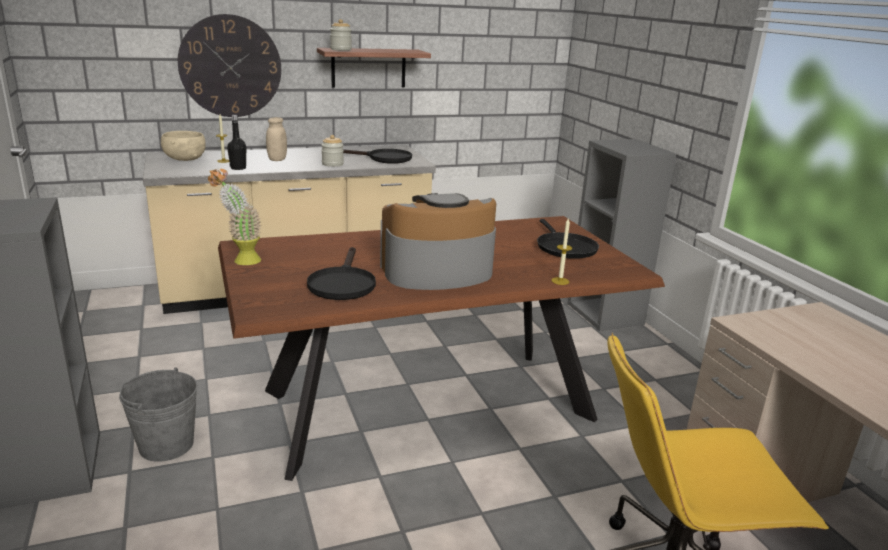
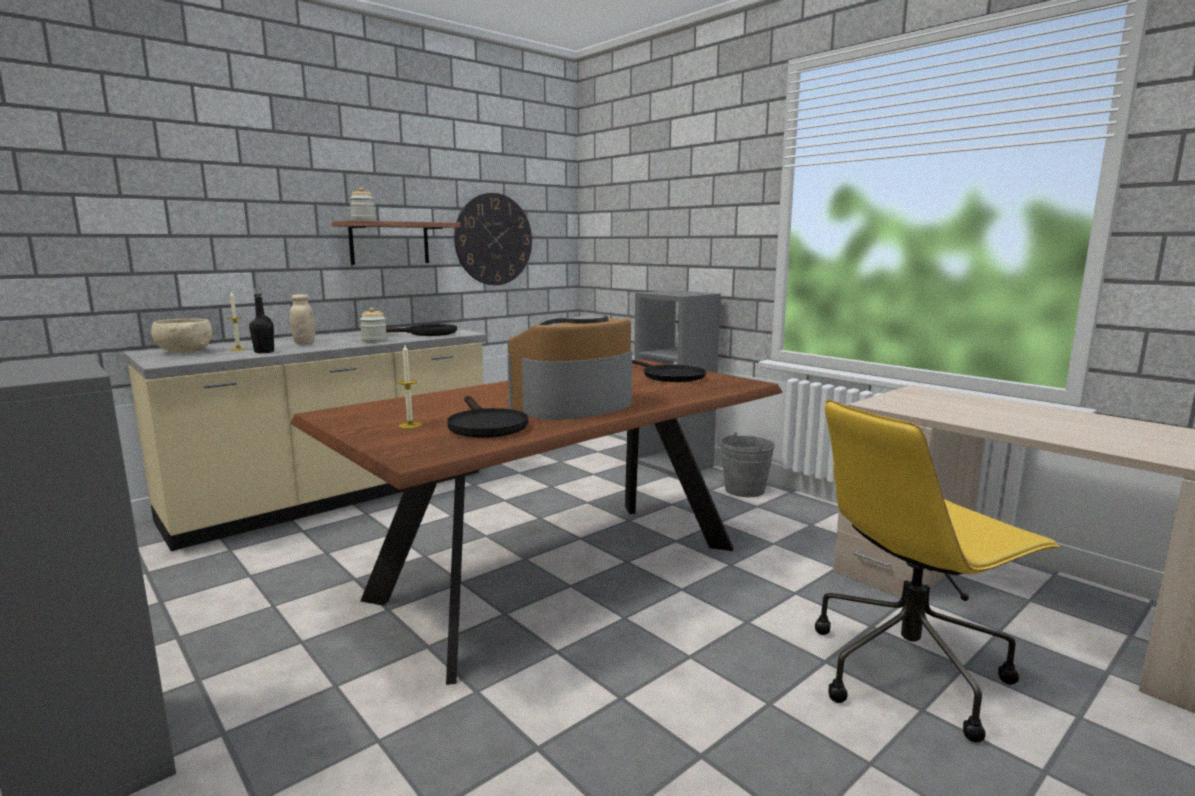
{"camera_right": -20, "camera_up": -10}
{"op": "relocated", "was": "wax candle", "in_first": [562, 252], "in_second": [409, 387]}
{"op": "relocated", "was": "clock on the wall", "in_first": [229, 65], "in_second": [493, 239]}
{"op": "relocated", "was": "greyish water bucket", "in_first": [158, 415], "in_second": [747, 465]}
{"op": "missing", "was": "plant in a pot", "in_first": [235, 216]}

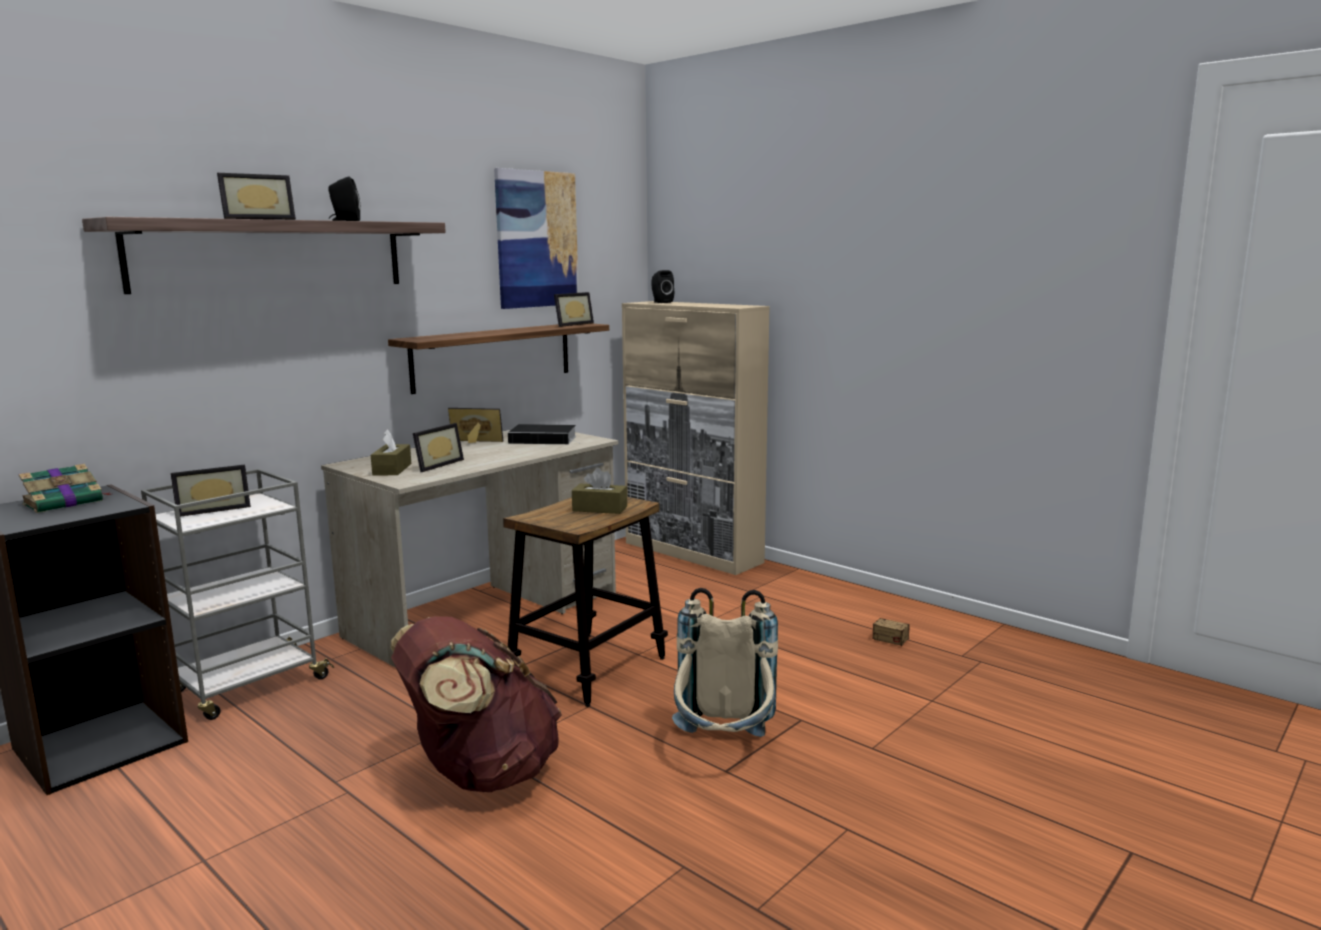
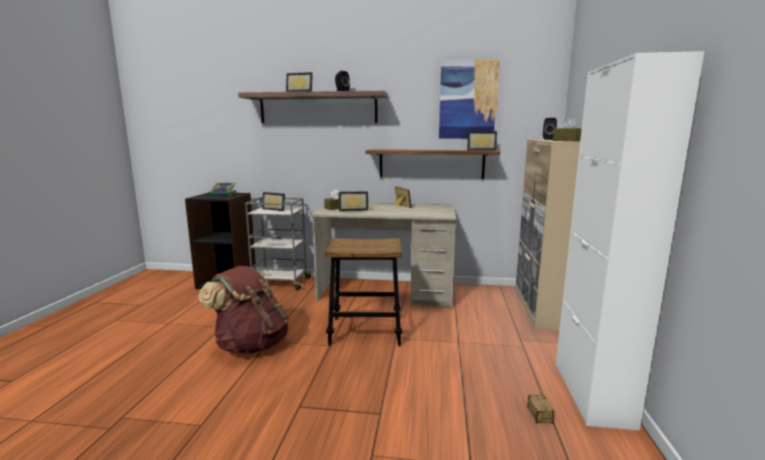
{"camera_right": 55, "camera_up": 0}
{"op": "relocated", "was": "brown-coloured box of tissues", "in_first": [599, 491], "in_second": [567, 128]}
{"op": "appeared", "now": "whitish cabinet", "in_second": [630, 241]}
{"op": "missing", "was": "book", "in_first": [544, 434]}
{"op": "missing", "was": "beige-coloured knapsack", "in_first": [725, 662]}

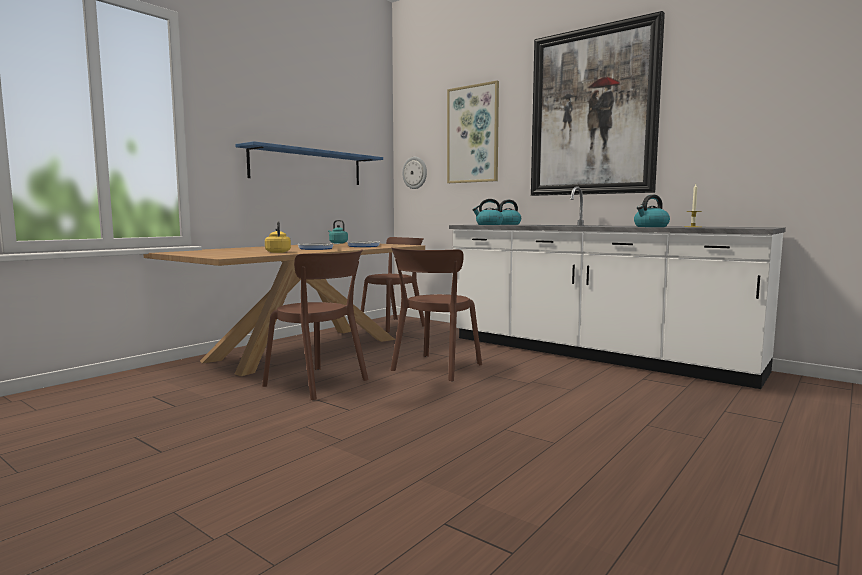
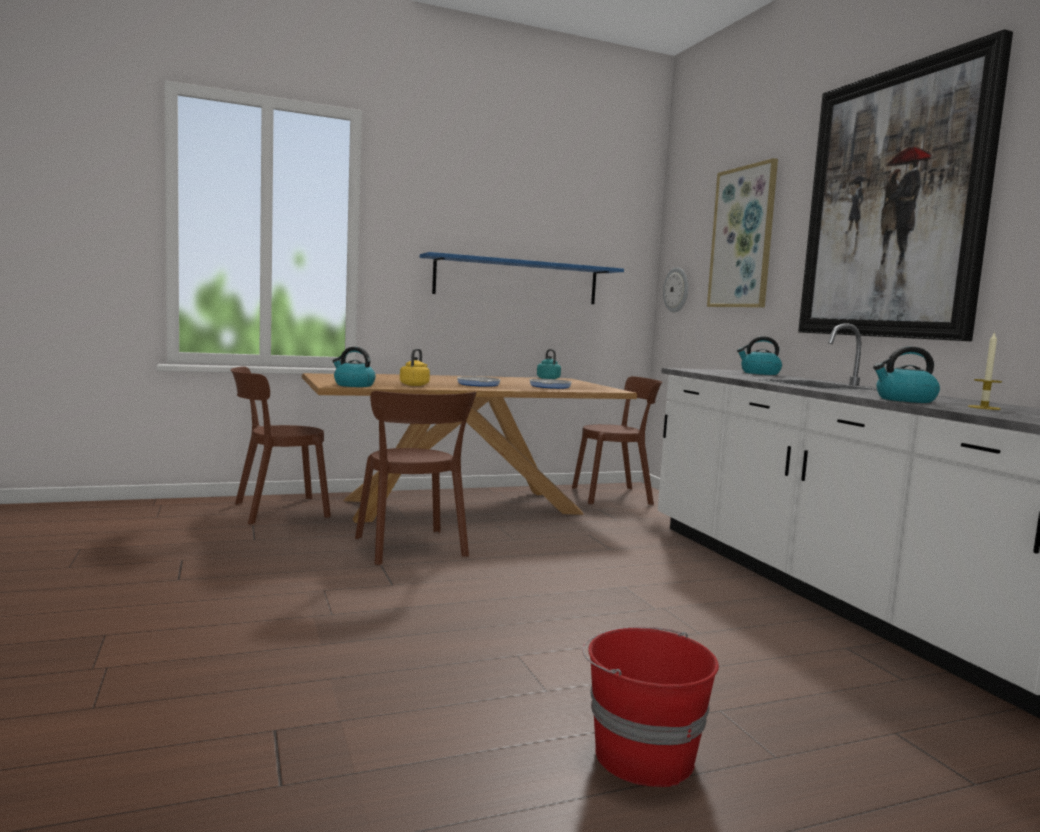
{"camera_right": 30, "camera_up": 0}
{"op": "relocated", "was": "brown-coloured upright chair", "in_first": [436, 314], "in_second": [281, 445]}
{"op": "relocated", "was": "kettle", "in_first": [487, 212], "in_second": [354, 367]}
{"op": "appeared", "now": "red-coloured water bucket", "in_second": [650, 707]}

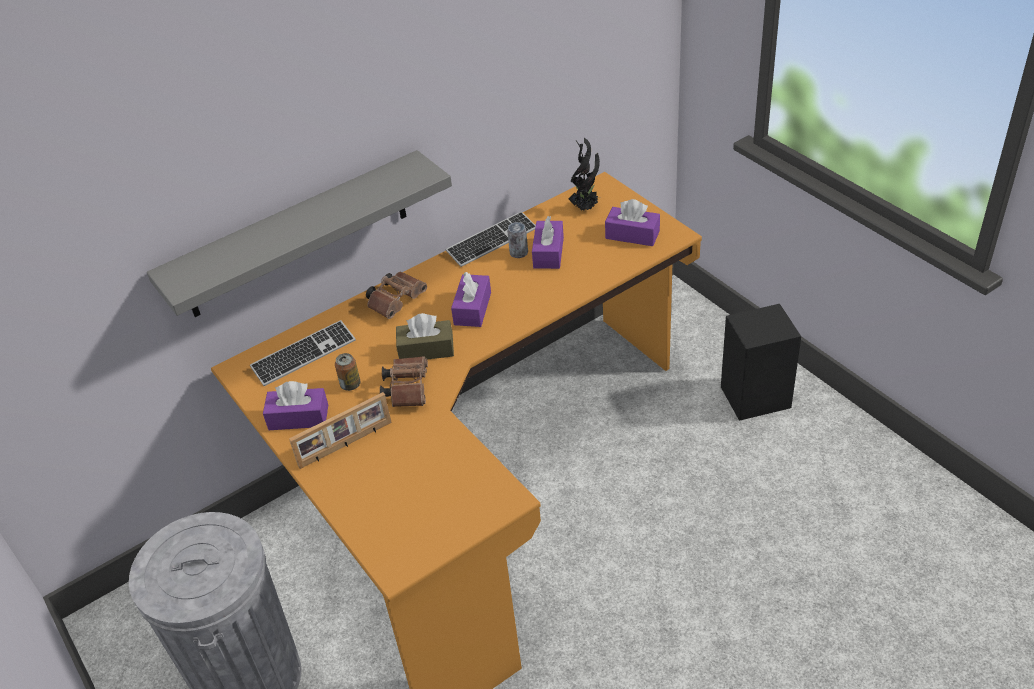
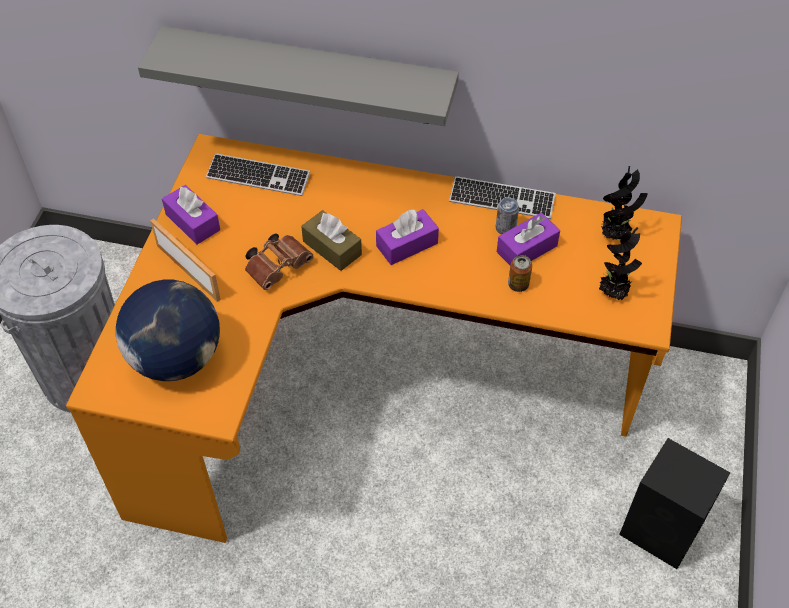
{"camera_right": 45, "camera_up": 10}
{"op": "appeared", "now": "globe", "in_second": [168, 330]}
{"op": "spun", "was": "picture frame", "in_first": [340, 430], "in_second": [185, 260], "clockwise": -150}
{"op": "relocated", "was": "metal can", "in_first": [347, 372], "in_second": [520, 273]}
{"op": "exchanged", "was": "purple box of tissues", "now": "plant in a pot", "in_first": [632, 222], "in_second": [620, 263]}
{"op": "missing", "was": "brown-coloured pair of binoculars", "in_first": [396, 295]}

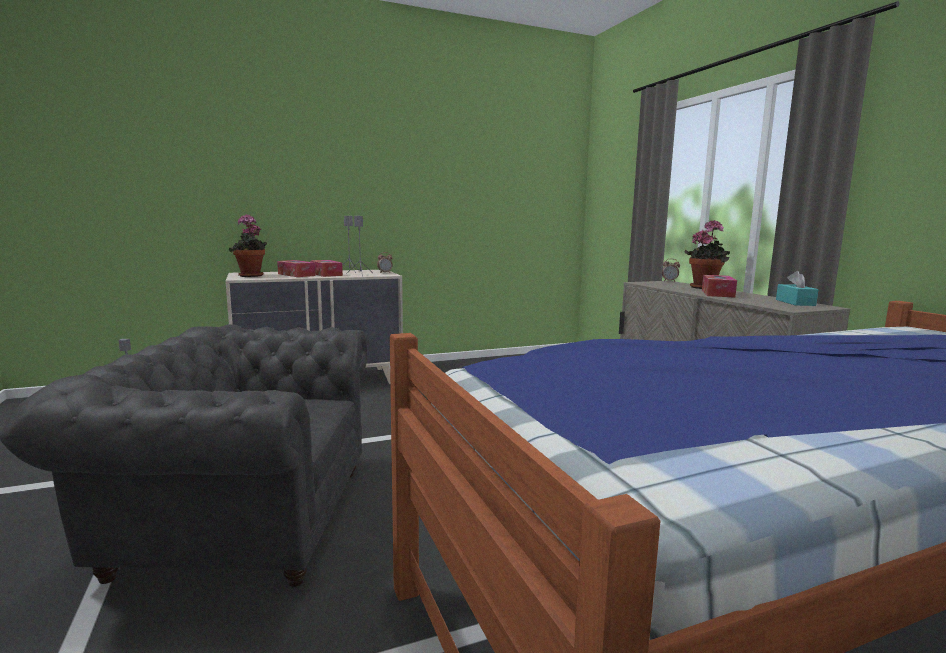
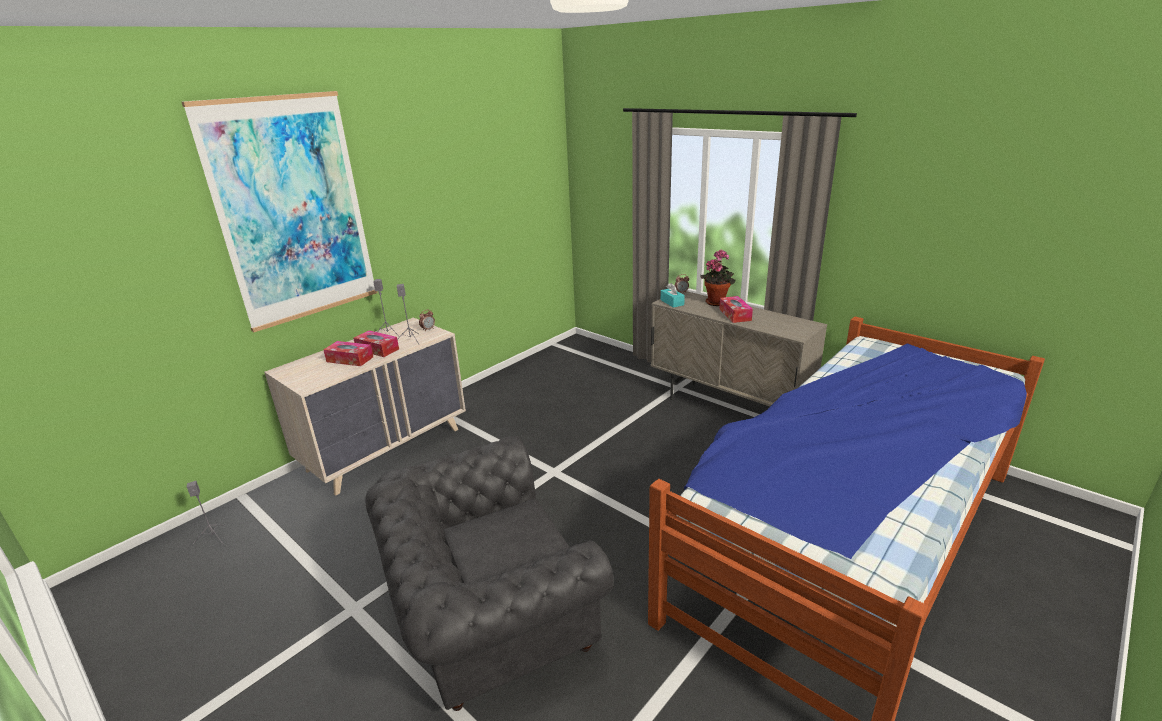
{"camera_right": -25, "camera_up": 15}
{"op": "appeared", "now": "picture", "in_second": [279, 211]}
{"op": "relocated", "was": "blue-green box of tissues", "in_first": [797, 288], "in_second": [673, 295]}
{"op": "missing", "was": "plant in a pot", "in_first": [248, 245]}

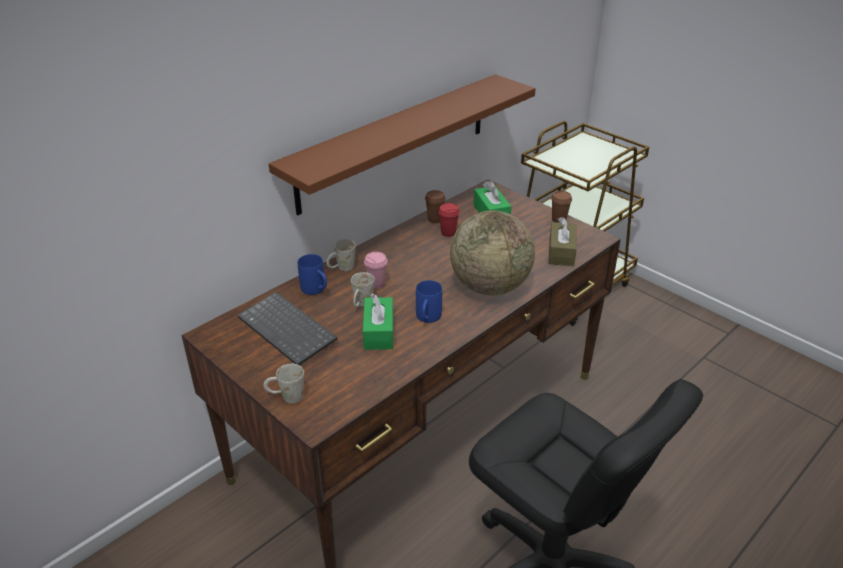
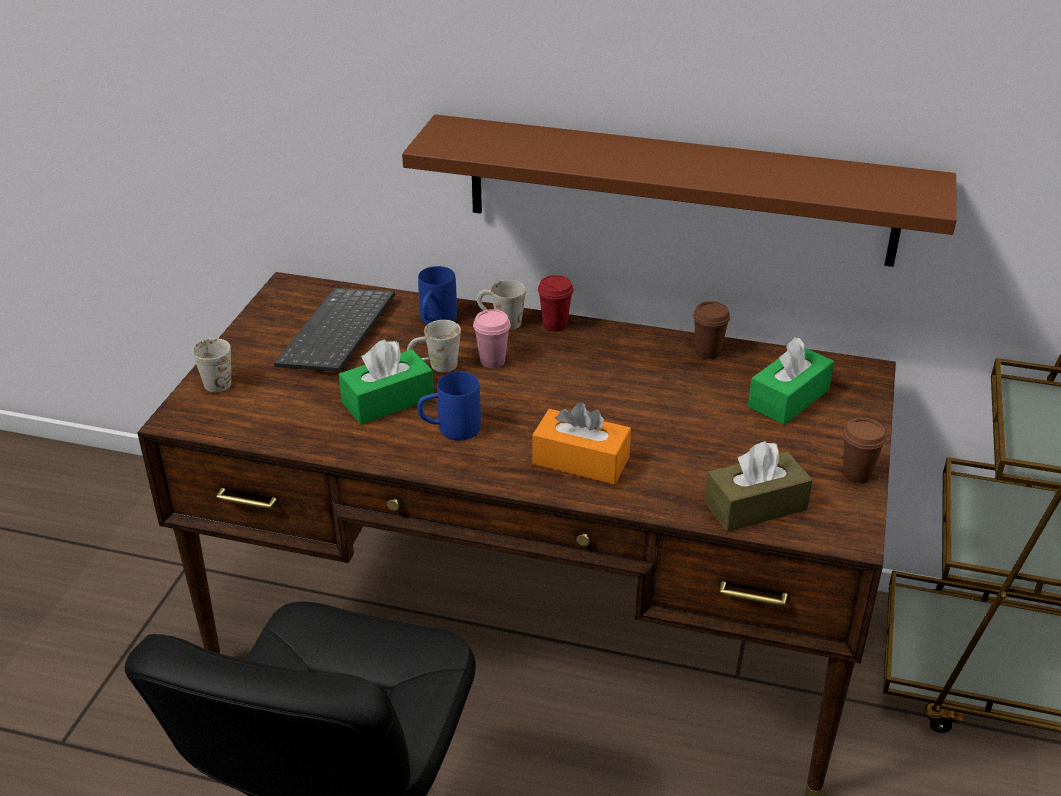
{"camera_right": 60, "camera_up": 0}
{"op": "exchanged", "was": "globe", "now": "orange-coloured box of tissues", "in_first": [492, 253], "in_second": [581, 443]}
{"op": "relocated", "was": "red-coloured small cup", "in_first": [449, 220], "in_second": [555, 303]}

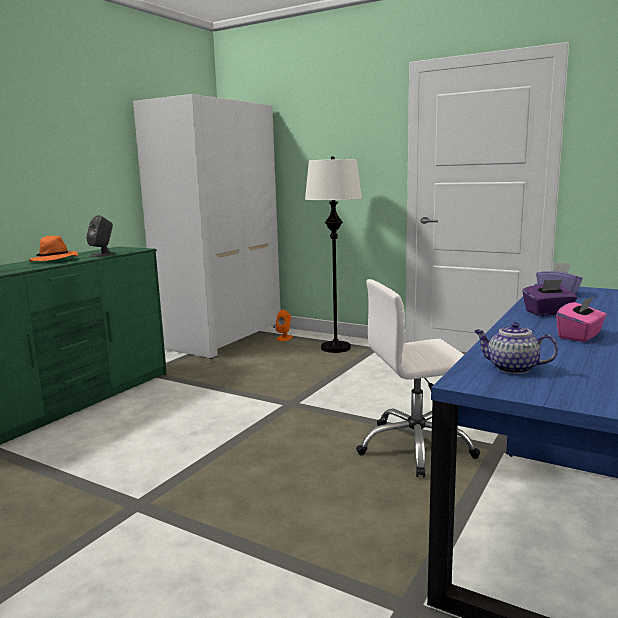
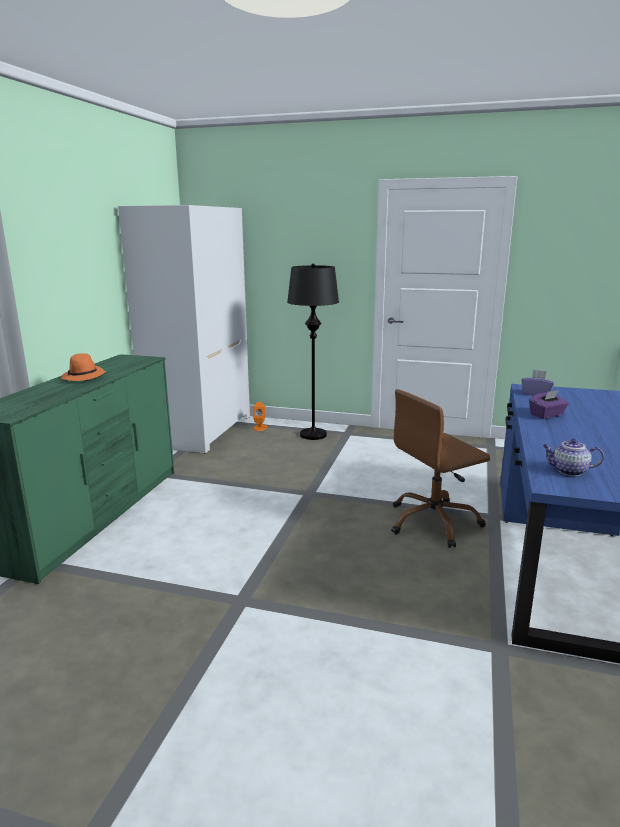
{"camera_right": -15, "camera_up": 5}
{"op": "colour", "was": "whitish standard lamp", "now": "blackish standard lamp", "in_first": [333, 254], "in_second": [313, 352]}
{"op": "colour", "was": "whitish computer chair", "now": "brown-coloured computer chair", "in_first": [418, 378], "in_second": [440, 468]}
{"op": "missing", "was": "greyish loudspeaker", "in_first": [101, 236]}
{"op": "missing", "was": "pinkish box of tissues", "in_first": [581, 319]}

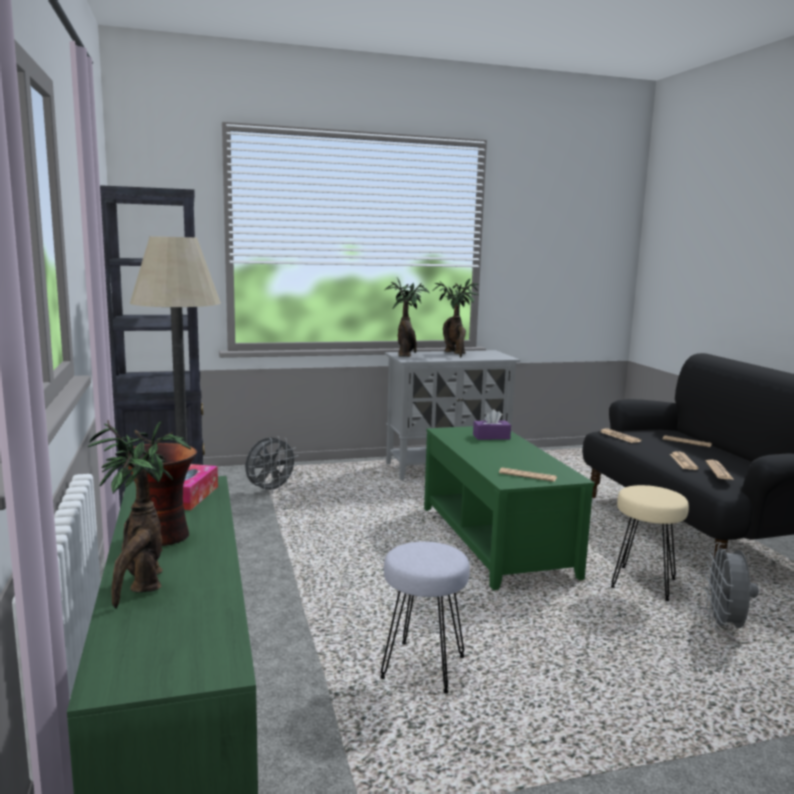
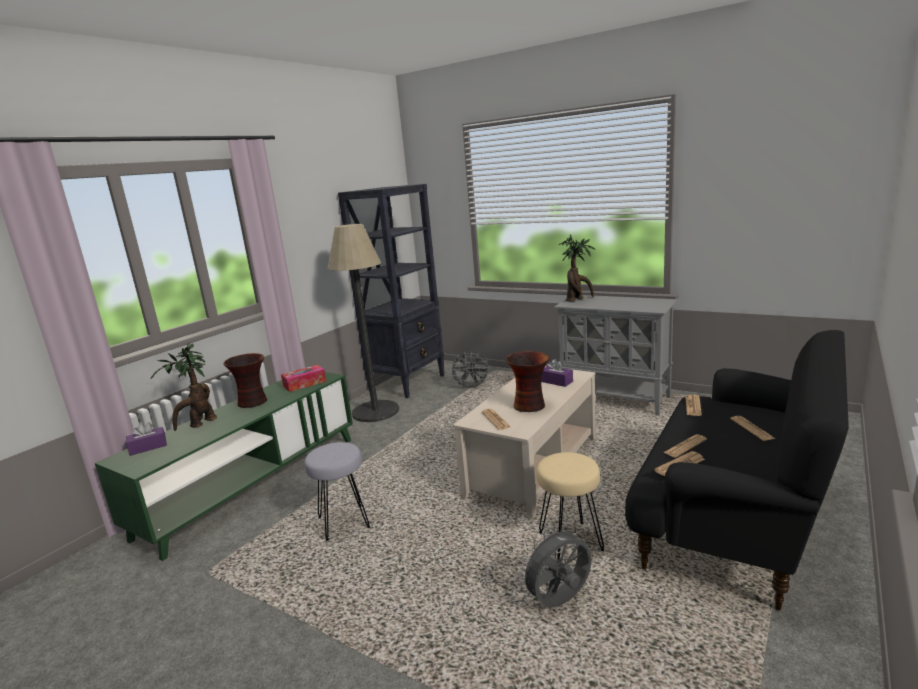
{"camera_right": 50, "camera_up": 5}
{"op": "appeared", "now": "purple box of tissues", "in_second": [146, 439]}
{"op": "colour", "was": "green-coloured coffee table", "now": "beige-coloured coffee table", "in_first": [509, 508], "in_second": [524, 442]}
{"op": "appeared", "now": "decorative vase", "in_second": [527, 381]}
{"op": "missing", "was": "plant in a pot", "in_first": [456, 317]}

